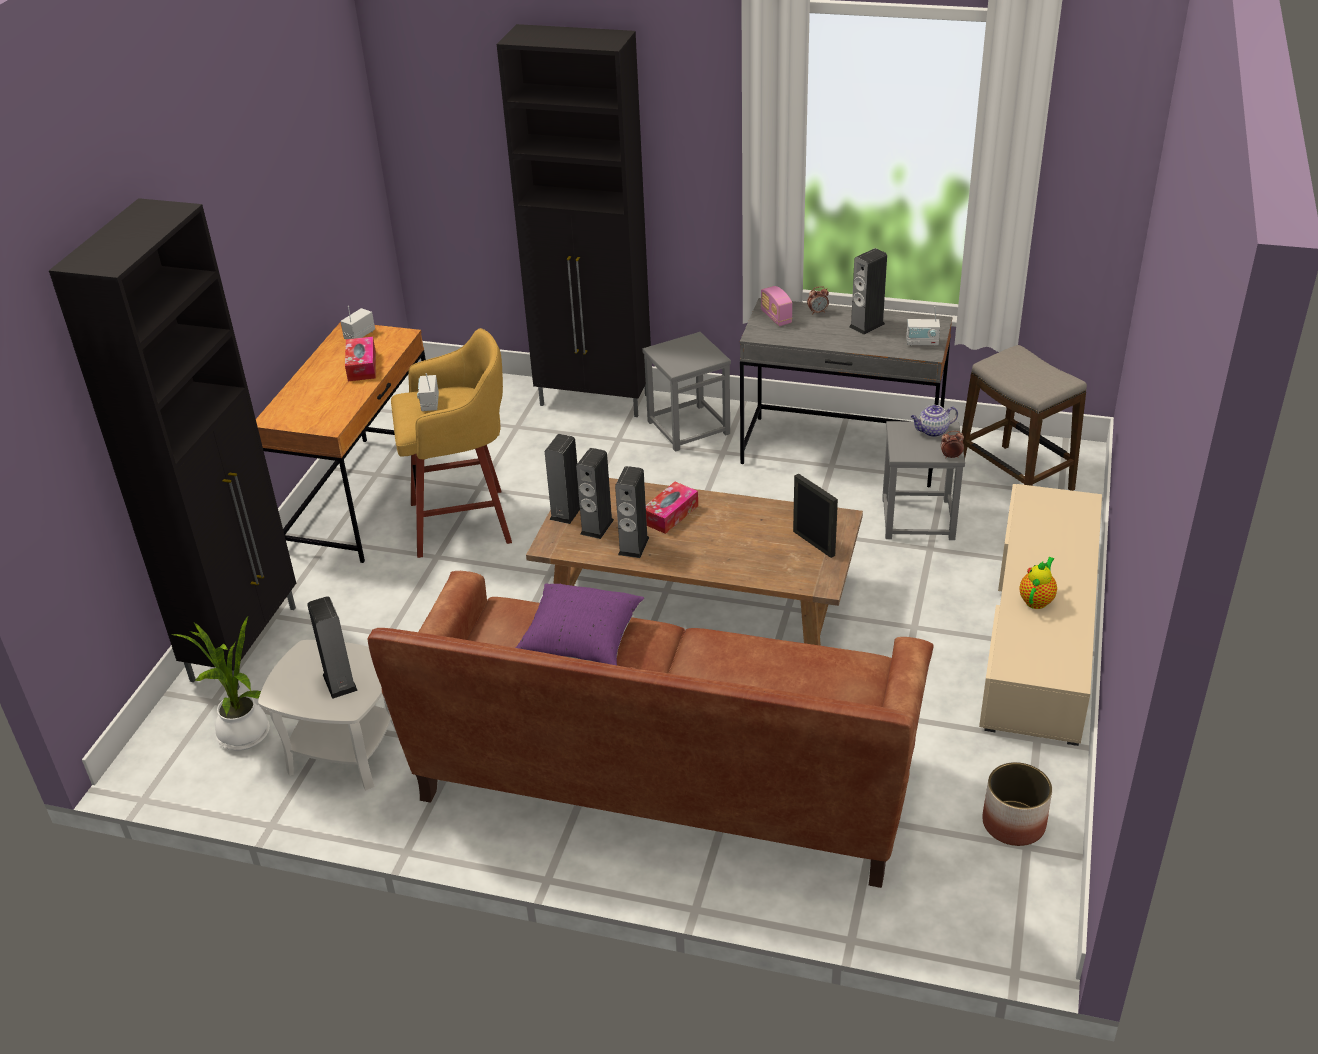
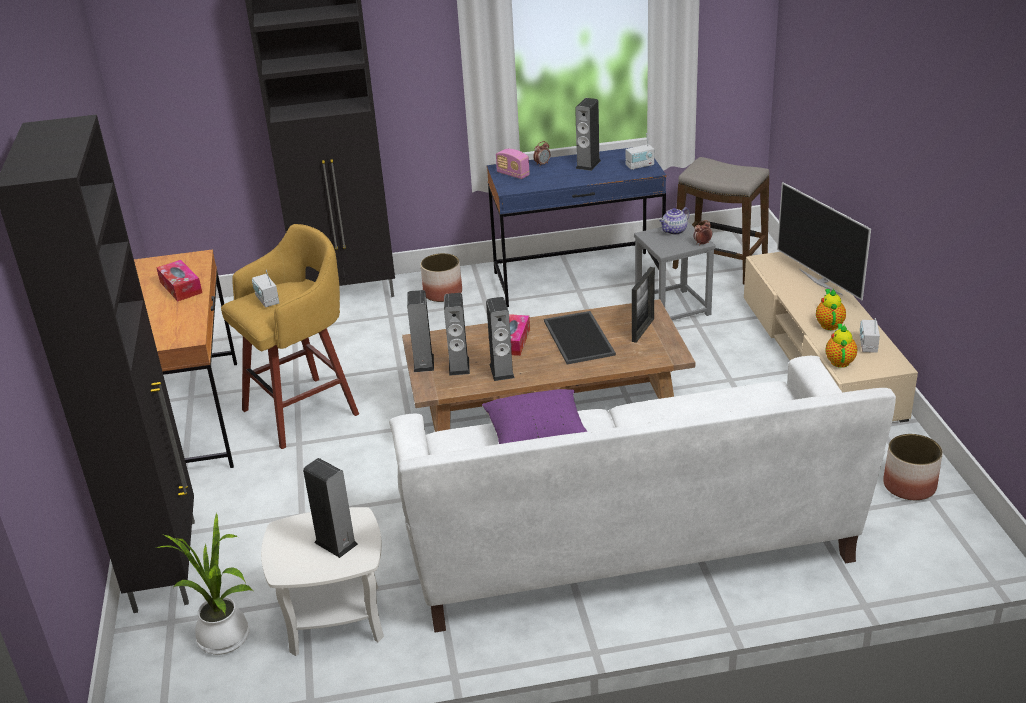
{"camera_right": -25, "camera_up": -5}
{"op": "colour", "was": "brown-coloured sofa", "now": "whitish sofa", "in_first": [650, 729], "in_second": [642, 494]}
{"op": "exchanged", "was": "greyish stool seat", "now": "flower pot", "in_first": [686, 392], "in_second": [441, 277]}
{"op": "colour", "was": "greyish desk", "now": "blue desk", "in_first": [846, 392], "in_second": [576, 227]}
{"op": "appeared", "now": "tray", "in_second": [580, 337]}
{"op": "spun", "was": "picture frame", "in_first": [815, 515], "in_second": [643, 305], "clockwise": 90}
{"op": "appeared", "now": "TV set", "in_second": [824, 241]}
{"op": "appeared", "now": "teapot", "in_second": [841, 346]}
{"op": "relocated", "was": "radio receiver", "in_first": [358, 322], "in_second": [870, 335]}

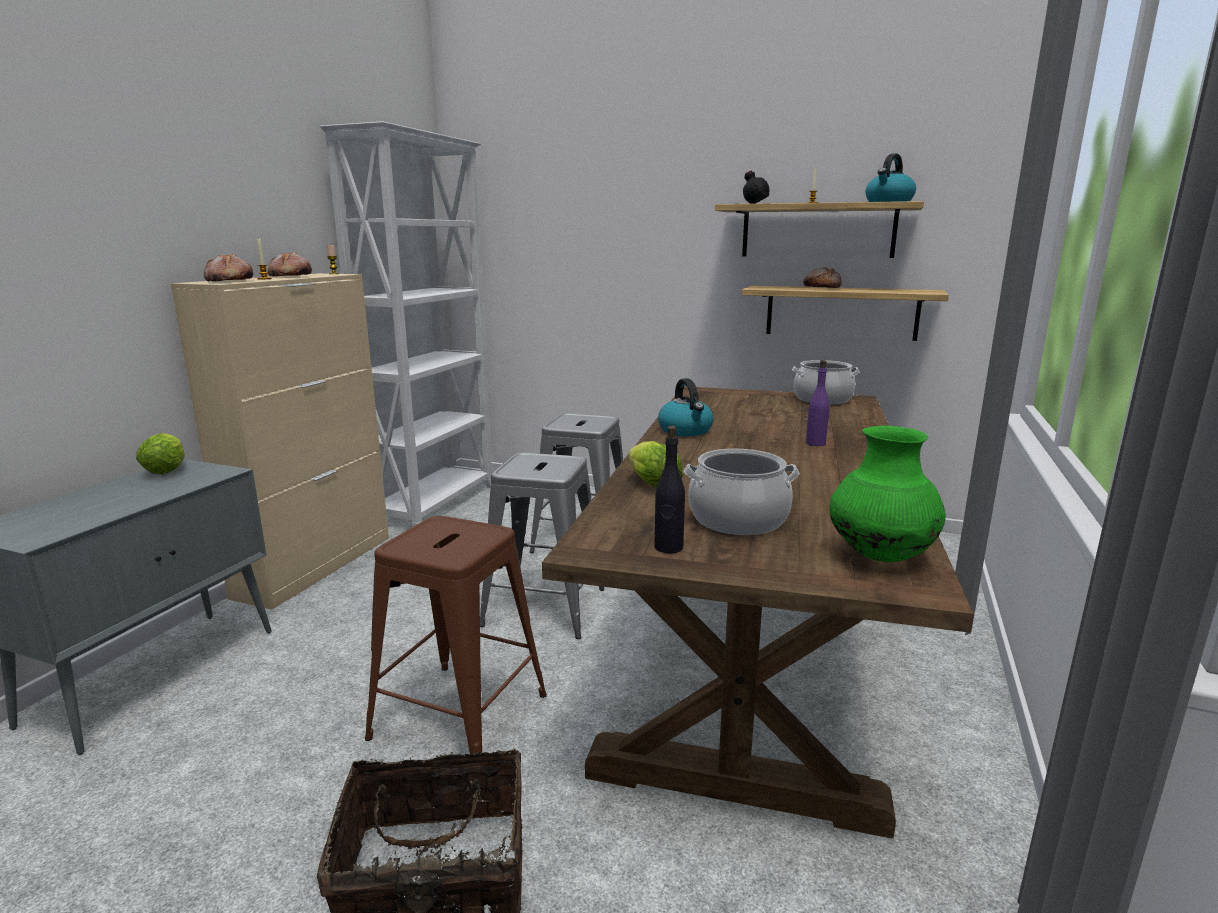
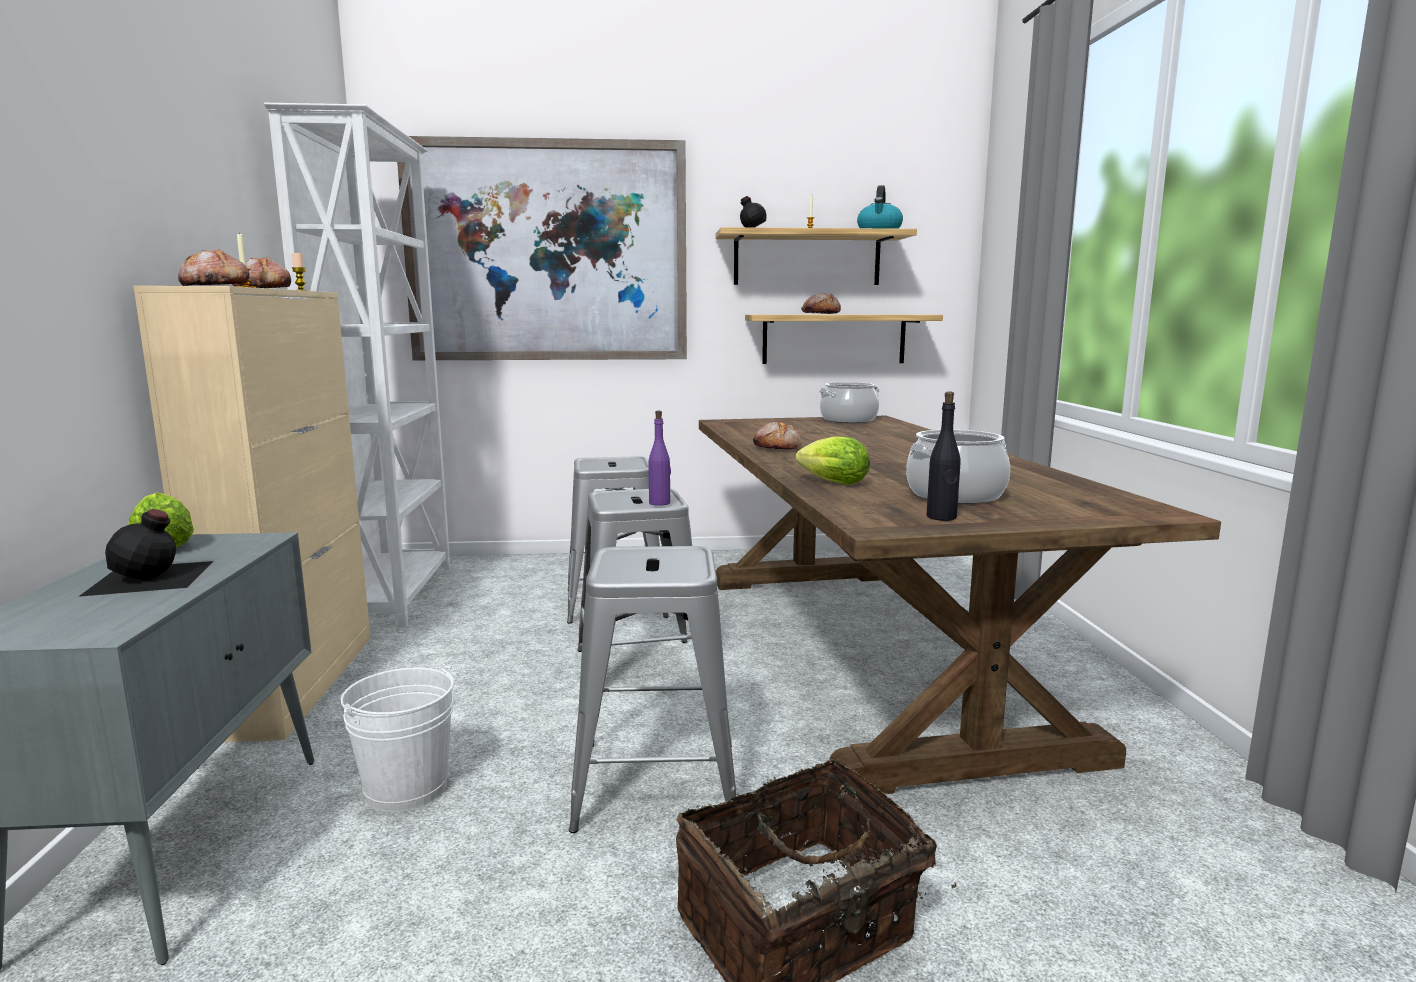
{"camera_right": -25, "camera_up": -5}
{"op": "appeared", "now": "blackish bottle", "in_second": [145, 553]}
{"op": "appeared", "now": "whitish water bucket", "in_second": [397, 737]}
{"op": "appeared", "now": "picture", "in_second": [542, 248]}
{"op": "colour", "was": "brown-coloured stool seat", "now": "greyish stool seat", "in_first": [456, 635], "in_second": [652, 689]}
{"op": "relocated", "was": "purple bottle", "in_first": [818, 403], "in_second": [659, 458]}
{"op": "exchanged", "was": "kettle", "now": "bakery bread", "in_first": [686, 407], "in_second": [777, 436]}
{"op": "missing", "was": "green-coloured decorative vase", "in_first": [887, 494]}

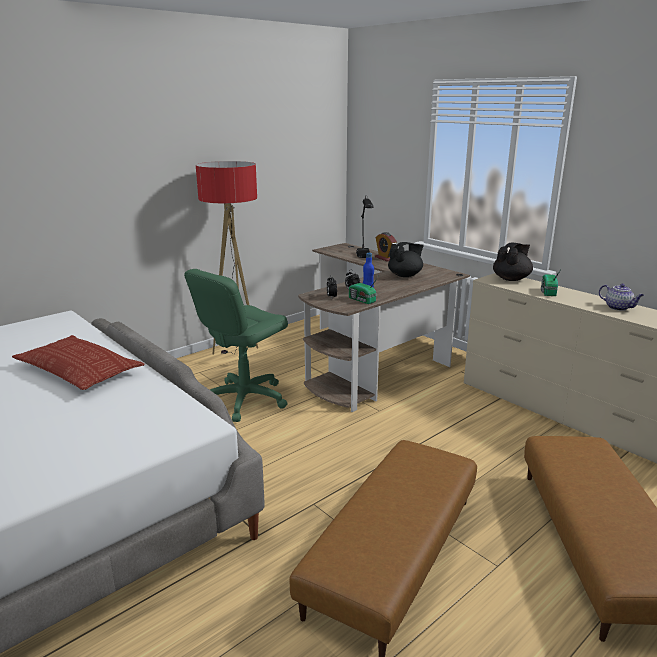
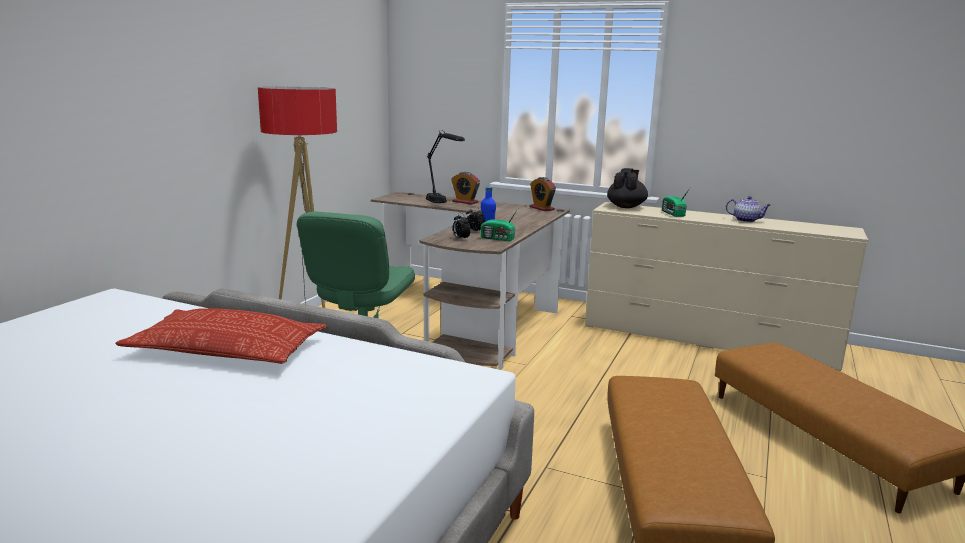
{"camera_right": -25, "camera_up": -5}
{"op": "appeared", "now": "bedside clock", "in_second": [542, 194]}
{"op": "missing", "was": "blackish teapot", "in_first": [406, 259]}

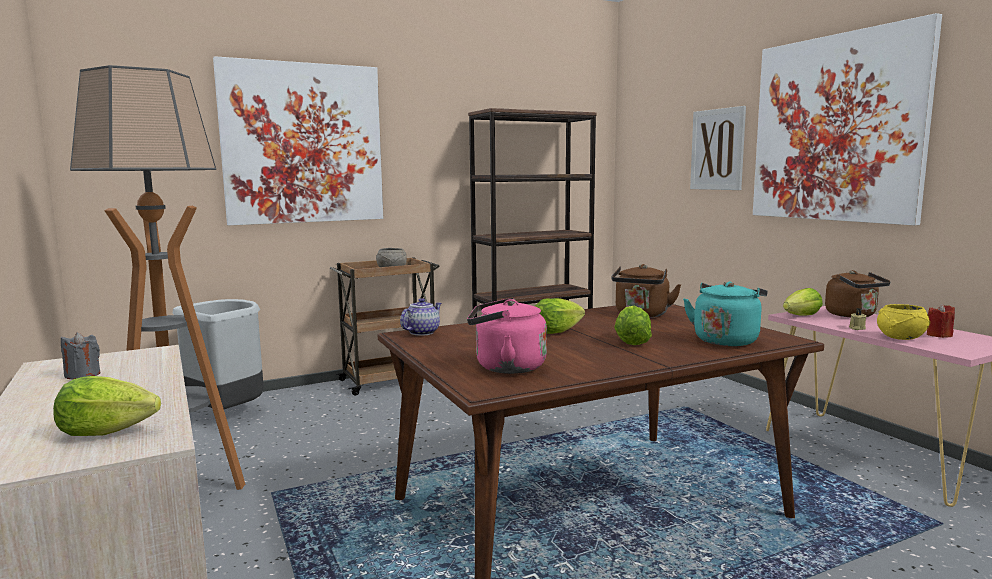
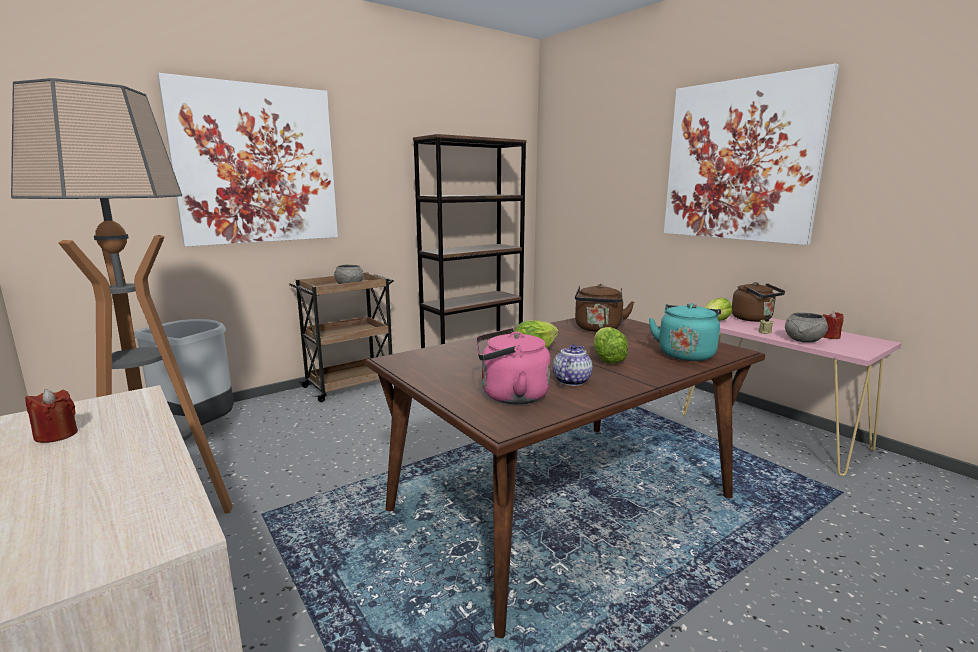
{"camera_right": -10, "camera_up": 5}
{"op": "colour", "was": "greyish wax candle", "now": "red-coloured wax candle", "in_first": [81, 355], "in_second": [51, 416]}
{"op": "relocated", "was": "teapot", "in_first": [420, 317], "in_second": [572, 365]}
{"op": "colour", "was": "yellow serving bowl", "now": "greyish serving bowl", "in_first": [903, 322], "in_second": [806, 328]}
{"op": "missing", "was": "head of lettuce", "in_first": [107, 406]}
{"op": "missing", "was": "picture", "in_first": [718, 148]}

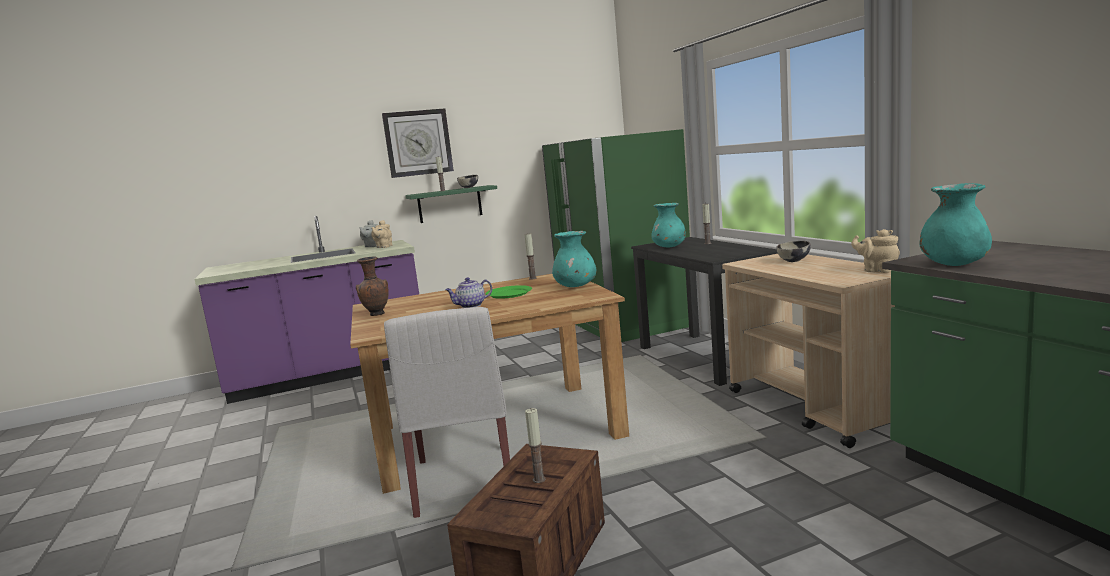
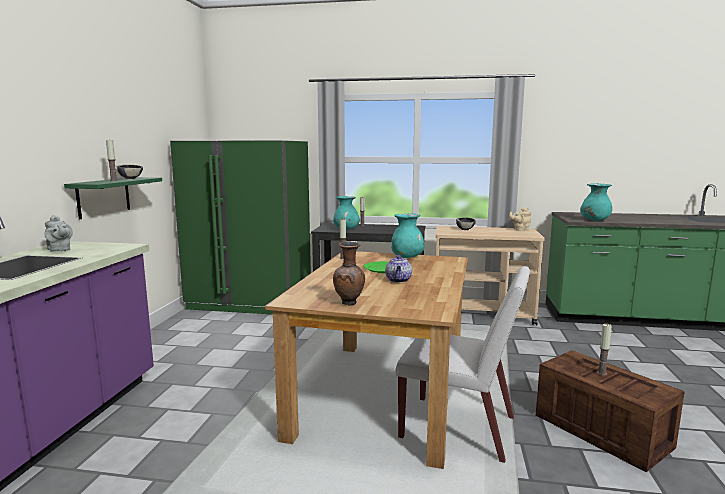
{"camera_right": -60, "camera_up": 0}
{"op": "missing", "was": "beige-coloured teapot", "in_first": [381, 234]}
{"op": "missing", "was": "clock on the wall", "in_first": [418, 143]}

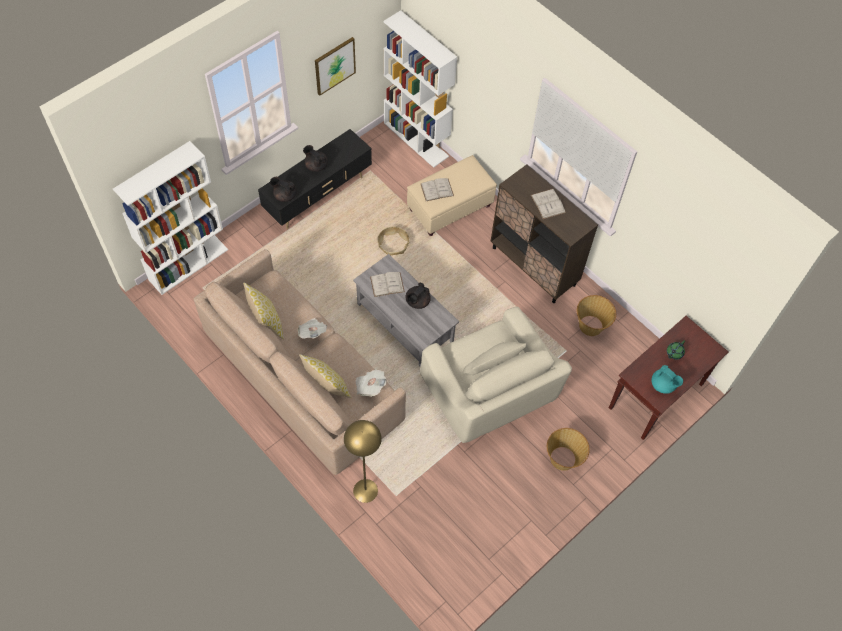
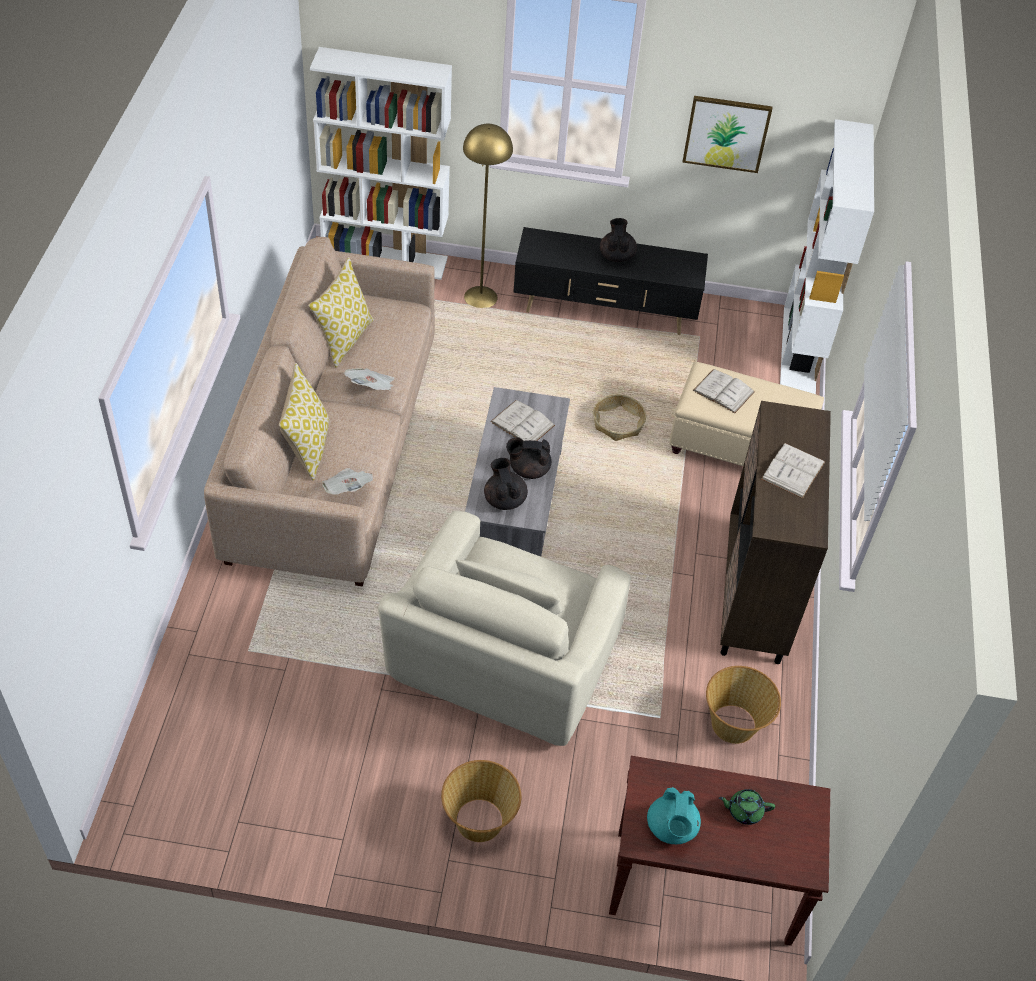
{"camera_right": 50, "camera_up": -10}
{"op": "relocated", "was": "yellow standard lamp", "in_first": [363, 461], "in_second": [488, 216]}
{"op": "relocated", "was": "blackish teapot", "in_first": [283, 189], "in_second": [506, 484]}

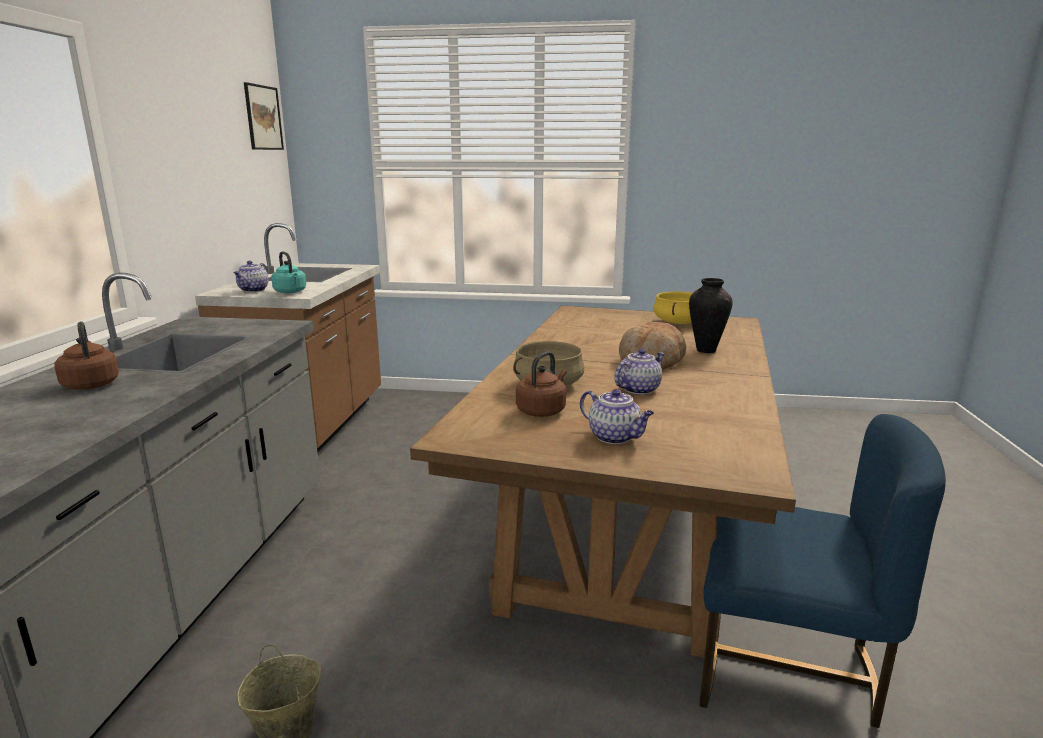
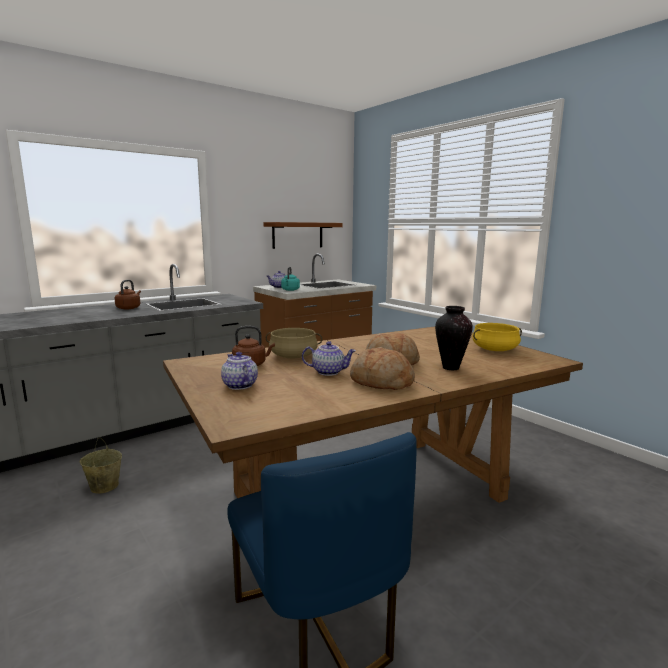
{"camera_right": 45, "camera_up": -5}
{"op": "spun", "was": "teapot", "in_first": [617, 416], "in_second": [239, 371], "clockwise": 150}
{"op": "appeared", "now": "brown-coloured wall shelf", "in_second": [303, 235]}
{"op": "appeared", "now": "bakery bread", "in_second": [382, 368]}
{"op": "missing", "was": "picture", "in_first": [264, 116]}

